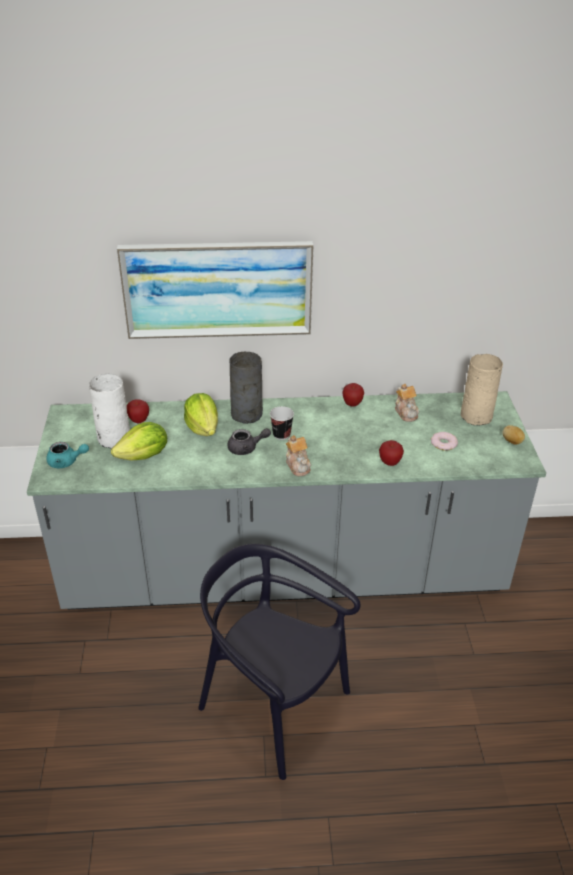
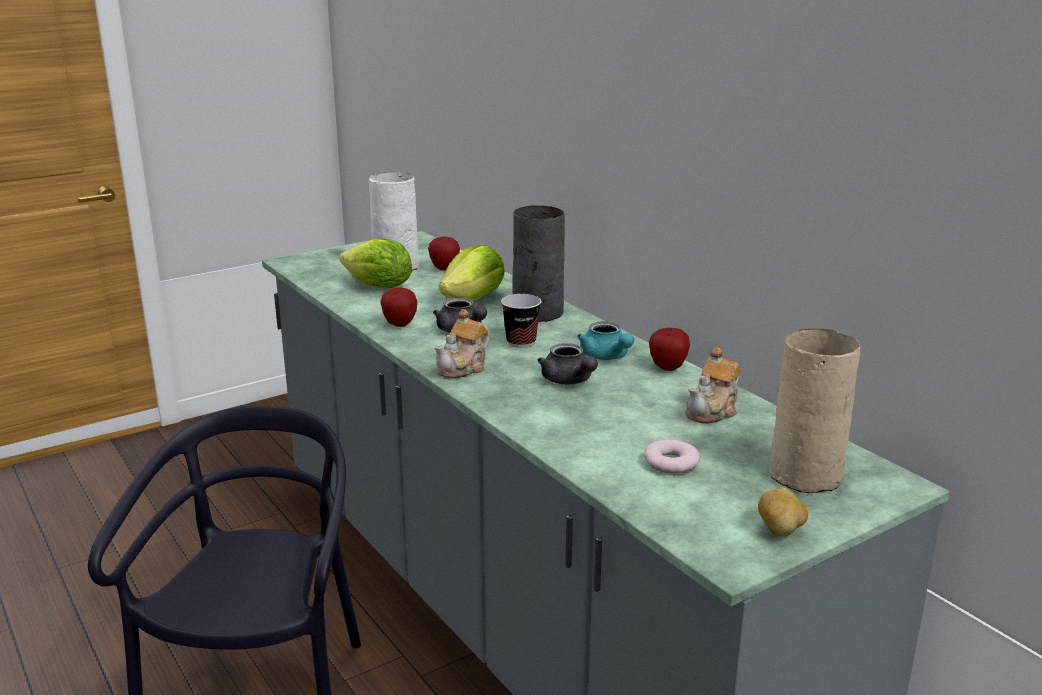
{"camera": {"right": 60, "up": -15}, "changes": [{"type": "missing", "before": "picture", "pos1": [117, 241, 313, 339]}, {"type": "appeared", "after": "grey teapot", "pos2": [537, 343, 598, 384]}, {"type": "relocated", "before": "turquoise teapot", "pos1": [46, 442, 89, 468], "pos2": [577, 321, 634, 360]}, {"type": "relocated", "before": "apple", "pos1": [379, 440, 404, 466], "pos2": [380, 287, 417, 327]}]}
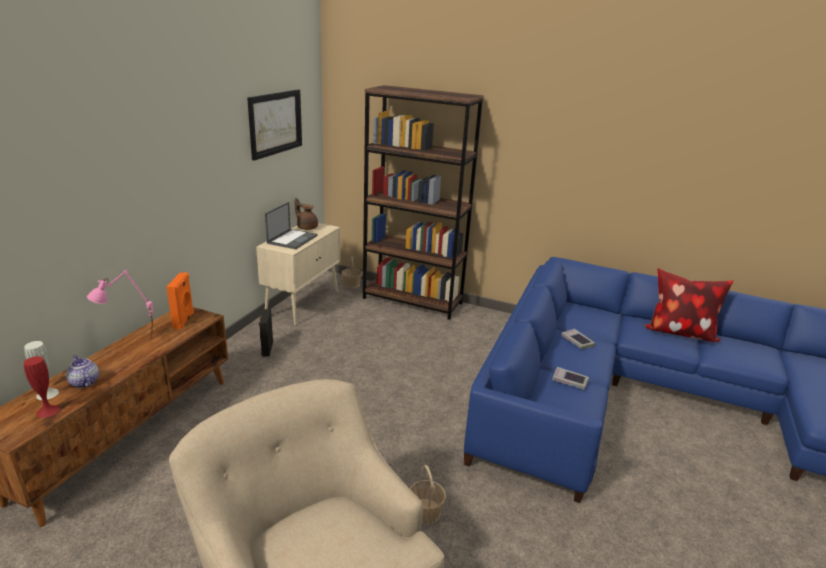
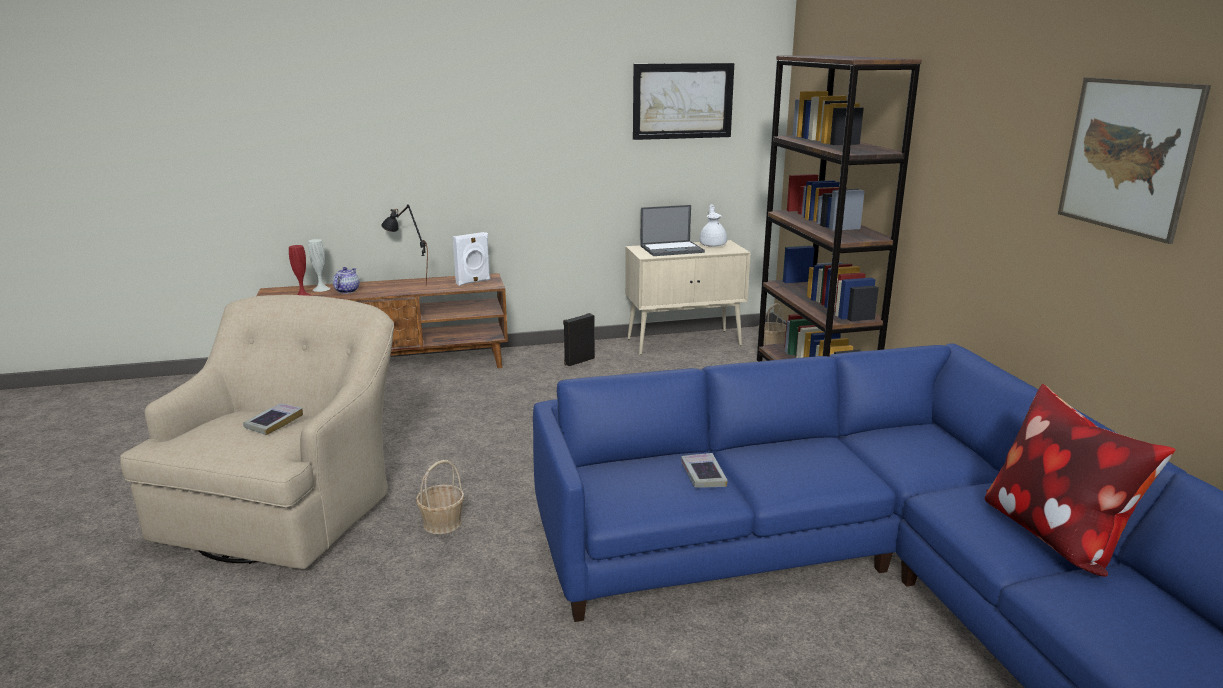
{"camera": {"right": 55, "up": -5}, "changes": [{"type": "appeared", "after": "picture", "pos2": [1058, 77, 1211, 244]}, {"type": "relocated", "before": "book", "pos1": [561, 329, 595, 349], "pos2": [243, 403, 303, 435]}, {"type": "colour", "before": "pink table lamp", "after": "black table lamp", "pos1": [87, 270, 153, 342], "pos2": [381, 204, 428, 285]}, {"type": "colour", "before": "orange speaker", "after": "white speaker", "pos1": [166, 272, 194, 329], "pos2": [453, 232, 490, 286]}, {"type": "colour", "before": "brown teapot", "after": "white teapot", "pos1": [295, 198, 318, 230], "pos2": [700, 204, 727, 247]}]}
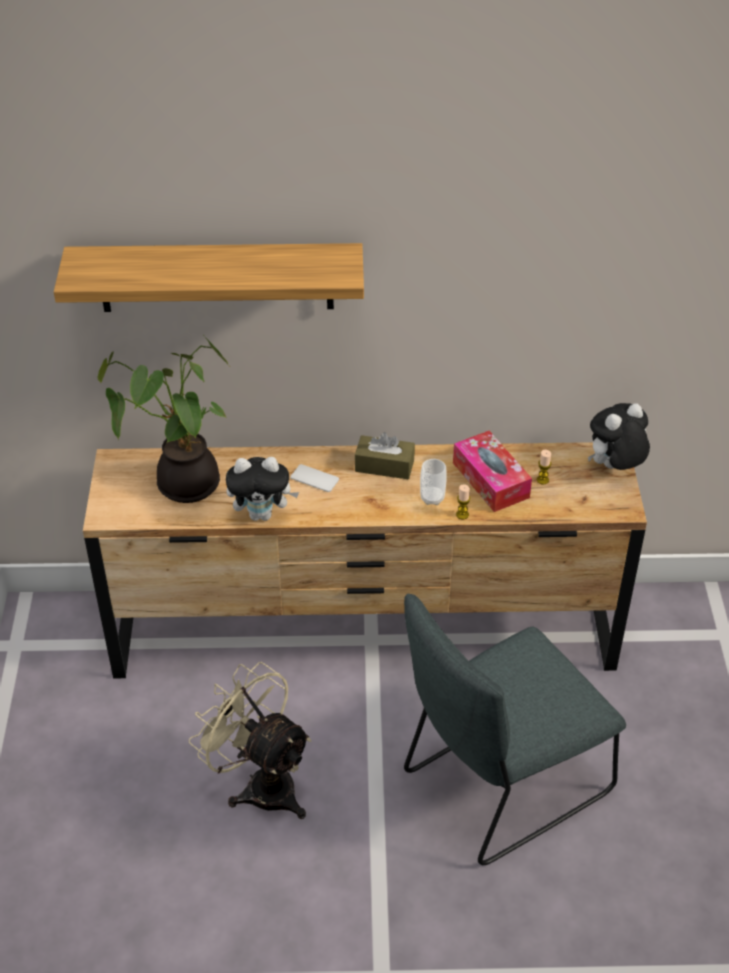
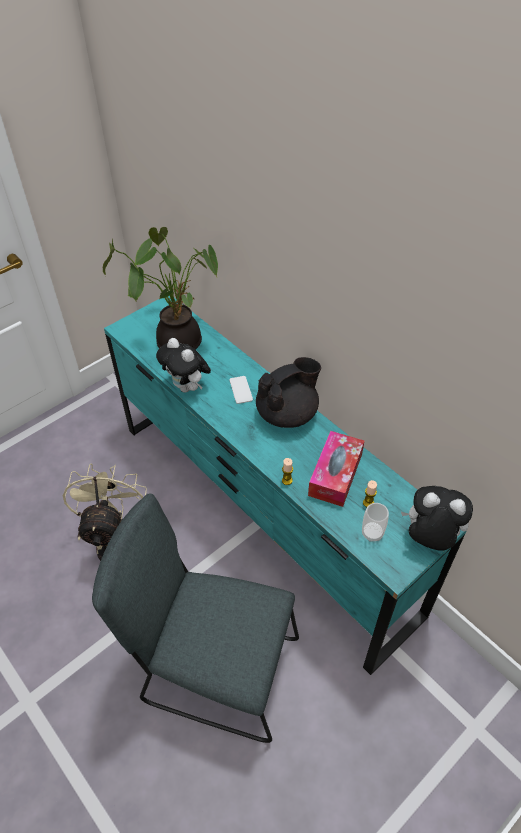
{"camera": {"right": 50, "up": 5}, "changes": [{"type": "missing", "before": "shelf", "pos1": [54, 243, 364, 312]}, {"type": "relocated", "before": "cup", "pos1": [420, 459, 447, 505], "pos2": [362, 503, 389, 542]}, {"type": "exchanged", "before": "brown tissue box", "after": "black teapot", "pos1": [355, 432, 415, 480], "pos2": [256, 357, 321, 428]}, {"type": "colour", "before": "brown dresser", "after": "turquoise dresser", "pos1": [83, 442, 647, 679], "pos2": [104, 295, 466, 675]}]}
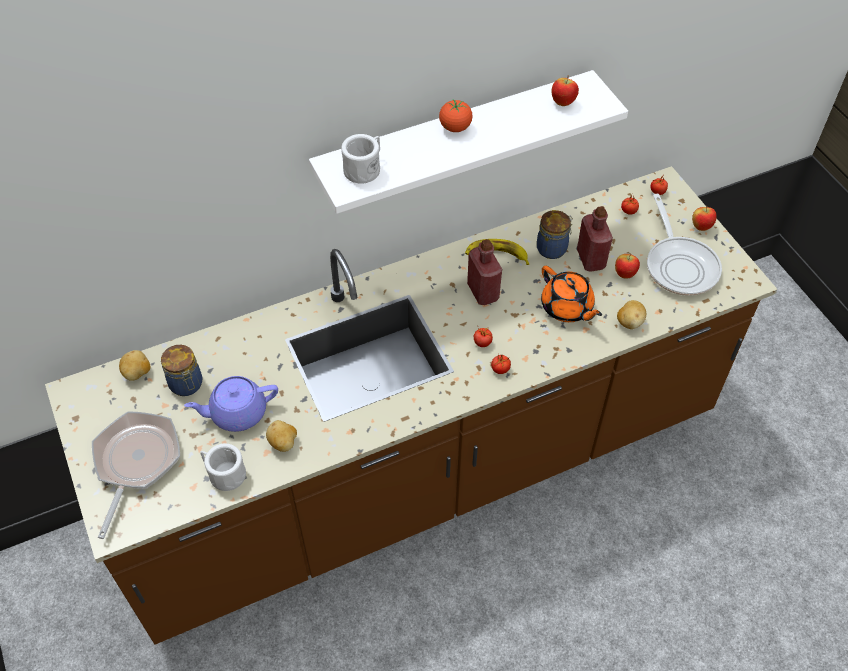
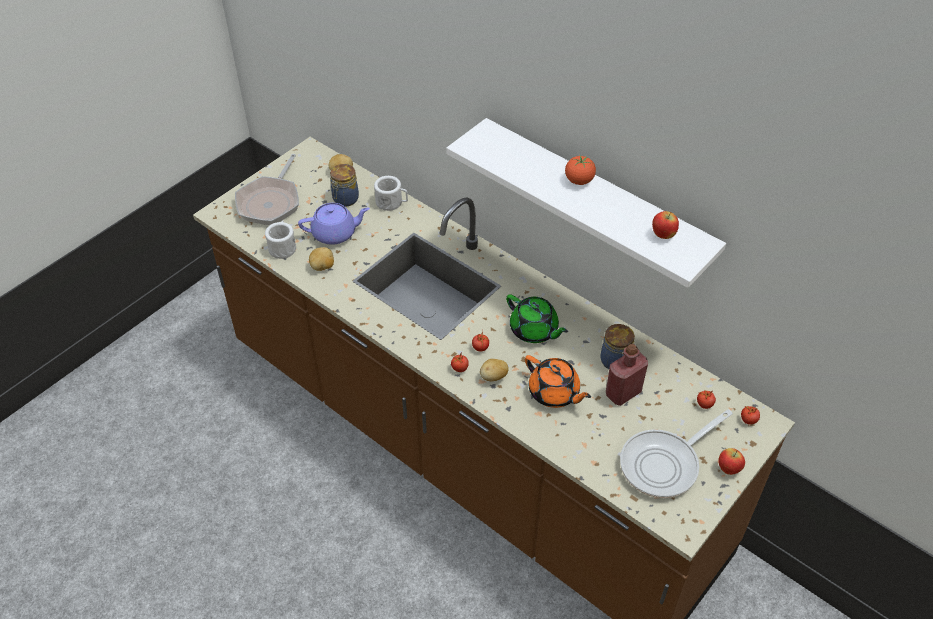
{"camera": {"right": 65, "up": -5}, "changes": [{"type": "missing", "before": "banana", "pos1": [465, 239, 529, 265]}, {"type": "missing", "before": "apple", "pos1": [615, 253, 640, 279]}, {"type": "relocated", "before": "white mug", "pos1": [341, 134, 380, 184], "pos2": [374, 176, 408, 211]}, {"type": "relocated", "before": "potato", "pos1": [617, 300, 646, 329], "pos2": [480, 359, 509, 381]}, {"type": "exchanged", "before": "red bottle", "after": "green teapot", "pos1": [467, 239, 502, 305], "pos2": [506, 294, 568, 343]}, {"type": "spun", "before": "frying pan", "pos1": [92, 411, 180, 539], "pos2": [235, 154, 299, 225], "turn": 120}, {"type": "spun", "before": "purple teapot", "pos1": [184, 376, 278, 432], "pos2": [298, 203, 370, 245], "turn": 120}, {"type": "spun", "before": "orange teapot", "pos1": [541, 266, 602, 322], "pos2": [525, 355, 591, 408], "turn": -75}]}
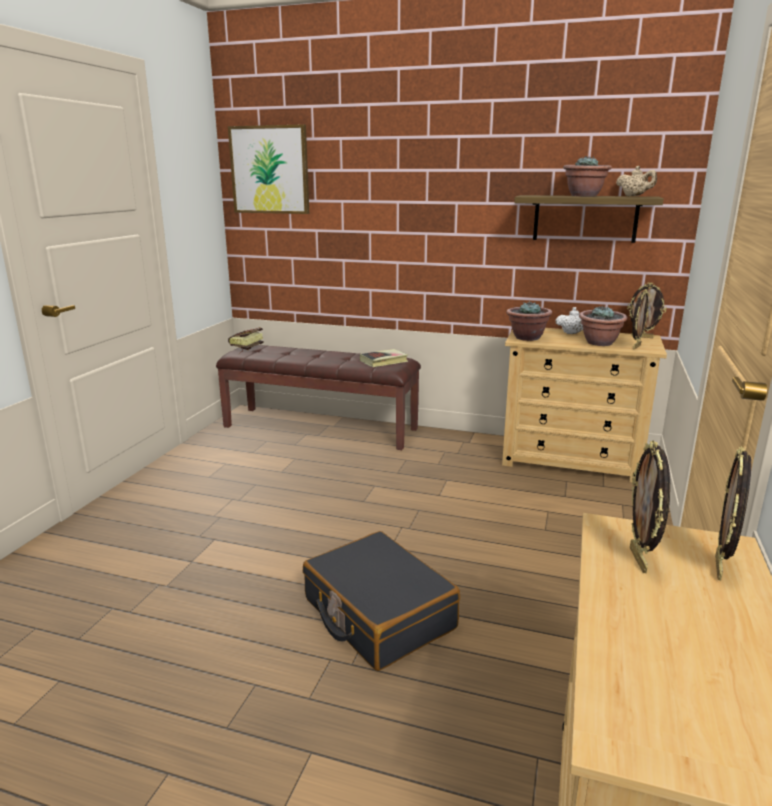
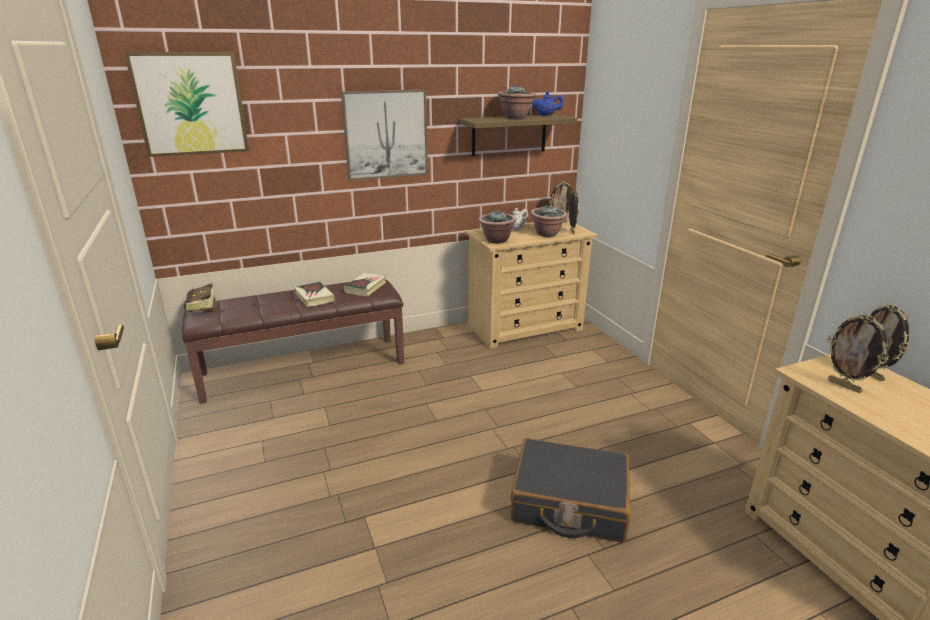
{"camera": {"right": -40, "up": 5}, "changes": [{"type": "appeared", "after": "book", "pos2": [294, 281, 335, 307]}, {"type": "appeared", "after": "picture", "pos2": [341, 90, 428, 181]}, {"type": "colour", "before": "beige teapot", "after": "blue teapot", "pos1": [616, 166, 657, 196], "pos2": [531, 91, 564, 116]}]}
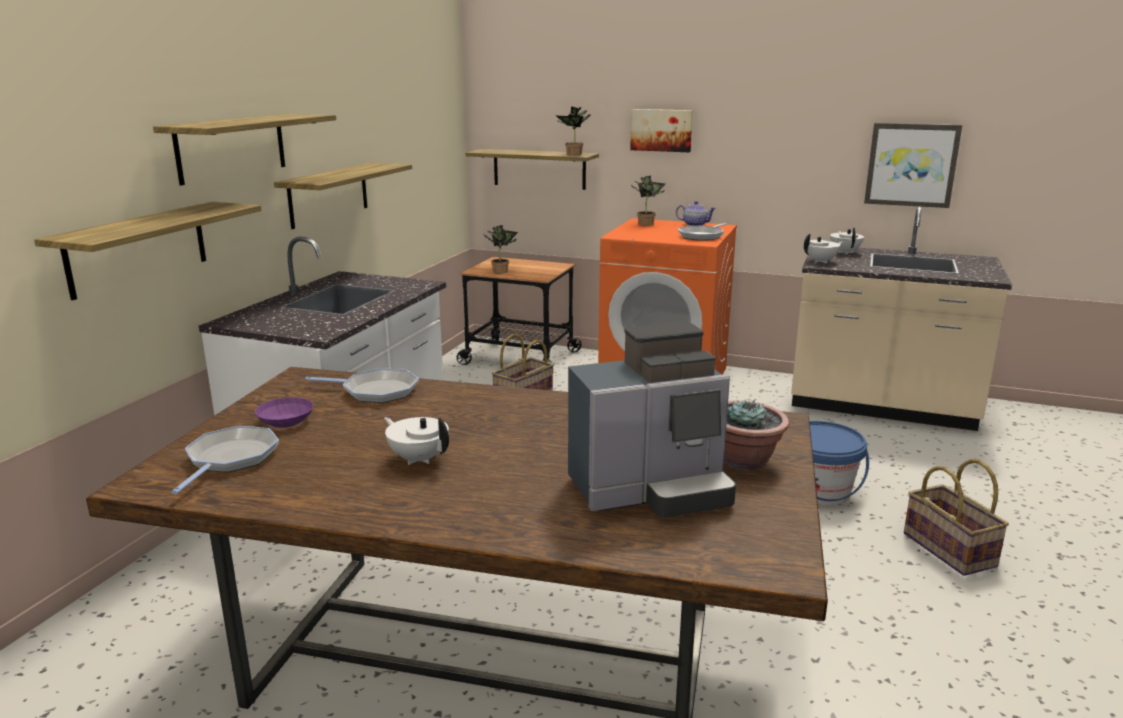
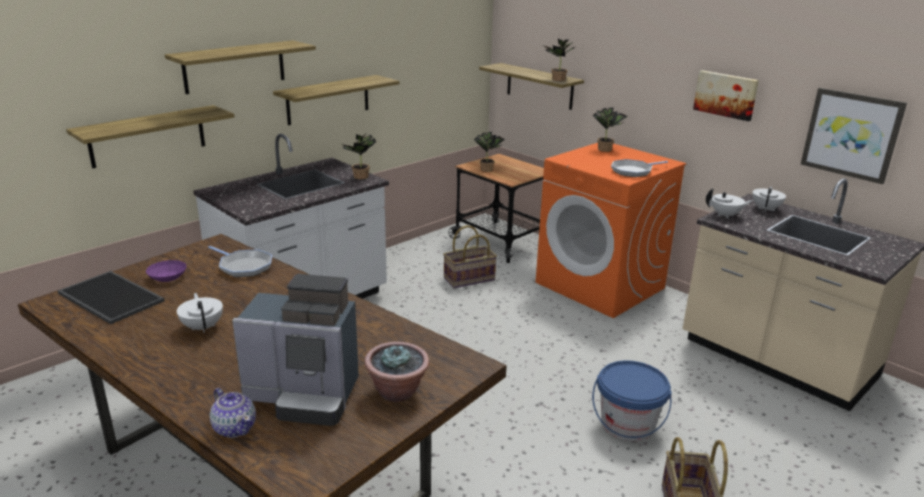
{"camera": {"right": 25, "up": 5}, "changes": [{"type": "appeared", "after": "potted plant", "pos2": [342, 134, 376, 179]}, {"type": "relocated", "before": "picture", "pos1": [630, 109, 693, 152], "pos2": [693, 70, 759, 121]}, {"type": "relocated", "before": "teapot", "pos1": [676, 201, 716, 226], "pos2": [210, 388, 256, 438]}, {"type": "exchanged", "before": "frying pan", "after": "tray", "pos1": [172, 426, 279, 494], "pos2": [58, 271, 165, 324]}]}
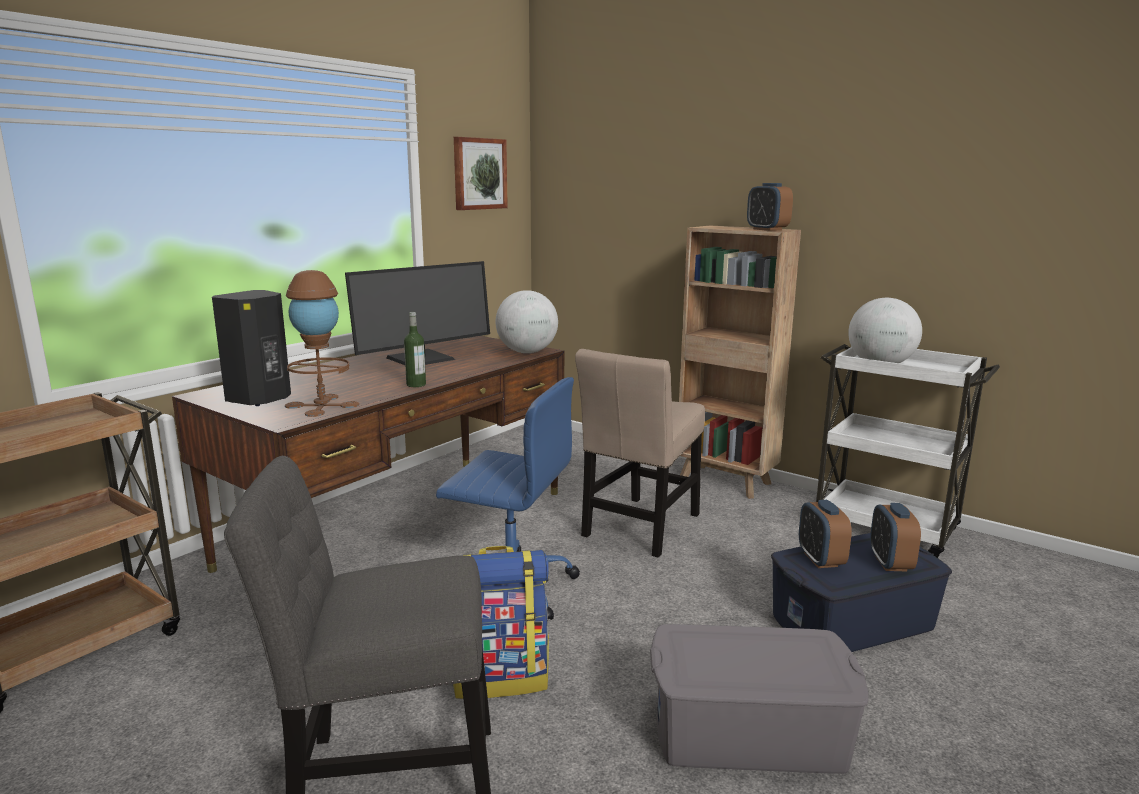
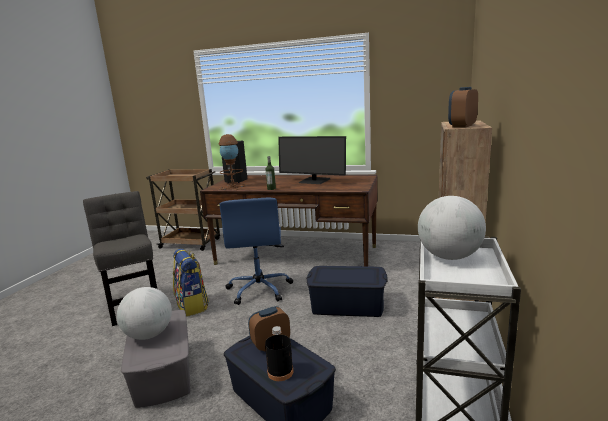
{"camera": {"right": 70, "up": 0}, "changes": [{"type": "missing", "before": "picture", "pos1": [454, 137, 508, 210]}, {"type": "relocated", "before": "globe", "pos1": [496, 290, 558, 353], "pos2": [117, 287, 172, 340]}, {"type": "exchanged", "before": "beige chair", "after": "blue storage box", "pos1": [575, 349, 705, 558], "pos2": [306, 266, 388, 317]}, {"type": "exchanged", "before": "alarm clock", "after": "black bottle", "pos1": [870, 503, 921, 572], "pos2": [265, 326, 293, 381]}]}
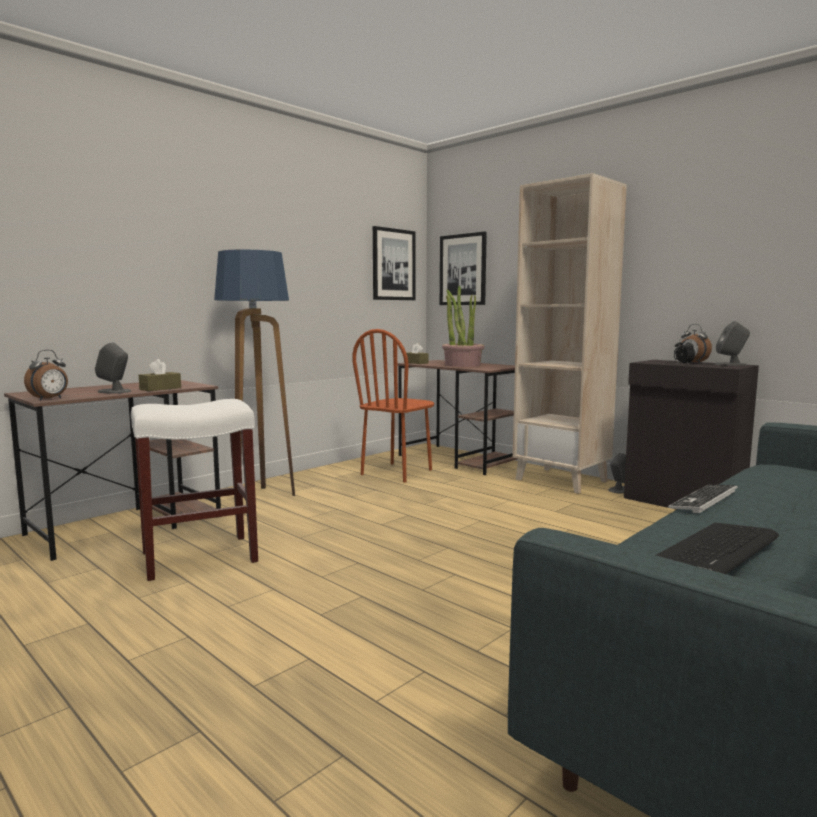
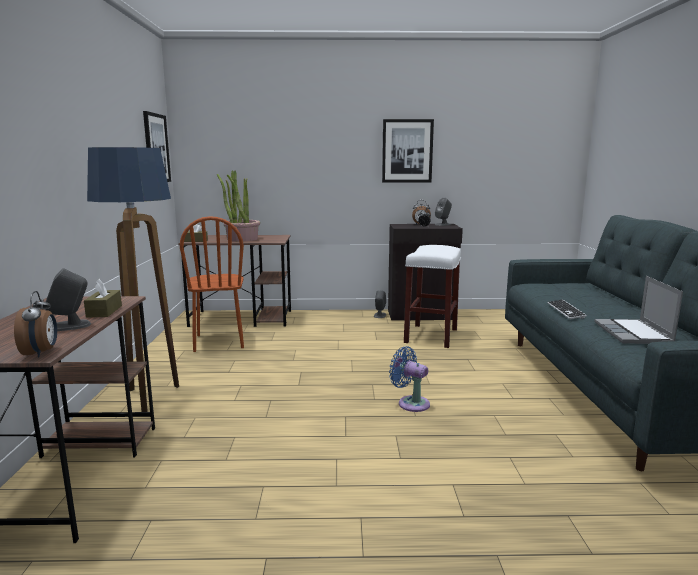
{"camera": {"right": -45, "up": 5}, "changes": [{"type": "missing", "before": "beige bookcase", "pos1": [513, 173, 627, 494]}, {"type": "appeared", "after": "blue fan", "pos2": [389, 346, 430, 412]}, {"type": "relocated", "before": "white stool", "pos1": [131, 399, 258, 581], "pos2": [404, 245, 461, 348]}, {"type": "relocated", "before": "picture", "pos1": [440, 231, 487, 305], "pos2": [382, 119, 434, 183]}, {"type": "exchanged", "before": "keyboard", "after": "laptop", "pos1": [656, 523, 779, 574], "pos2": [594, 276, 683, 344]}]}
